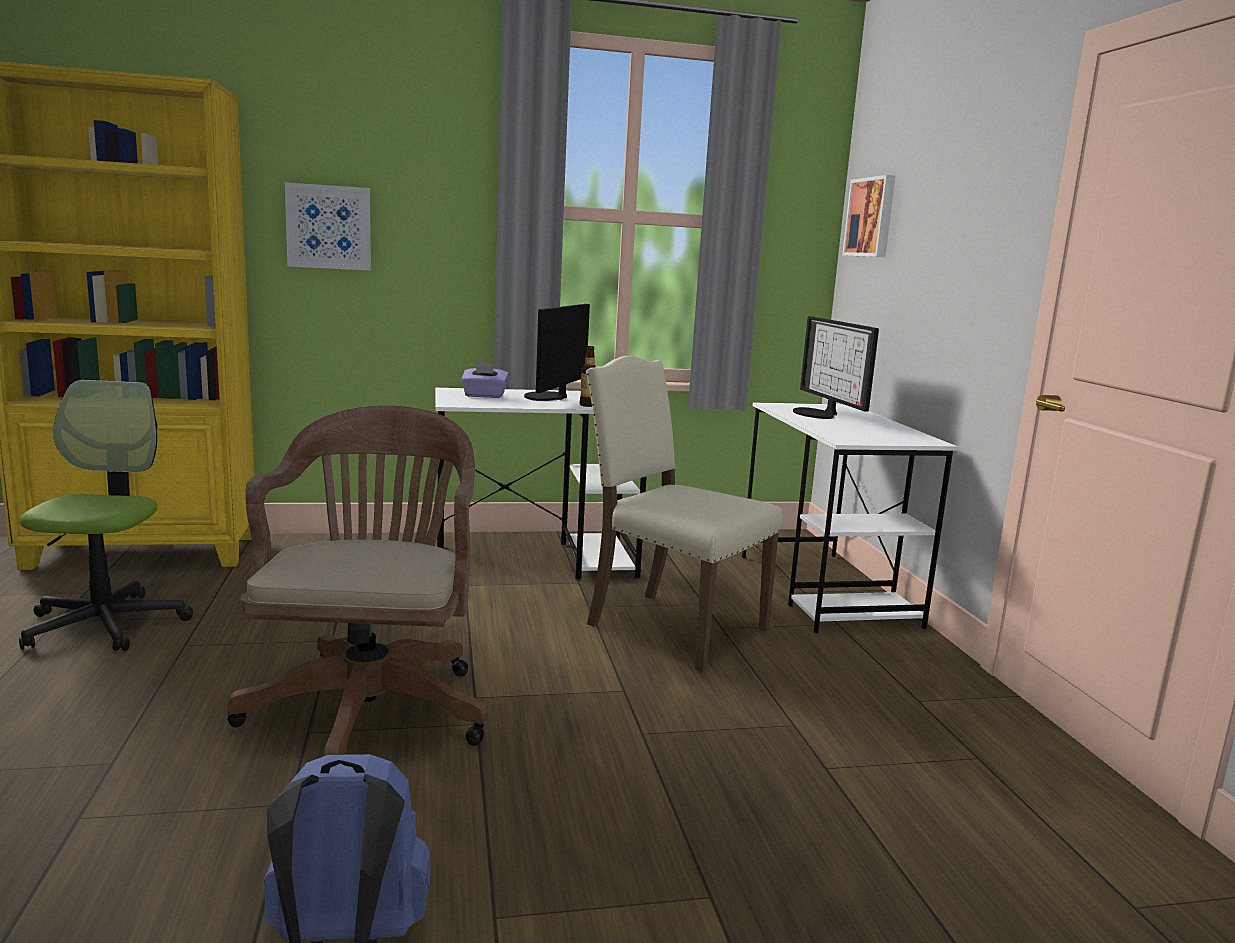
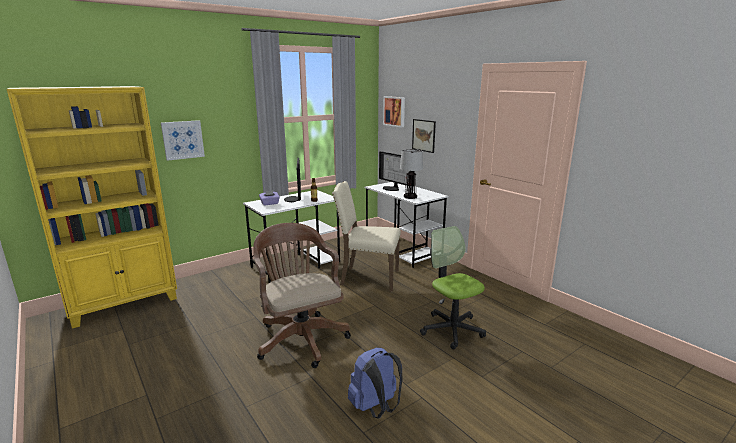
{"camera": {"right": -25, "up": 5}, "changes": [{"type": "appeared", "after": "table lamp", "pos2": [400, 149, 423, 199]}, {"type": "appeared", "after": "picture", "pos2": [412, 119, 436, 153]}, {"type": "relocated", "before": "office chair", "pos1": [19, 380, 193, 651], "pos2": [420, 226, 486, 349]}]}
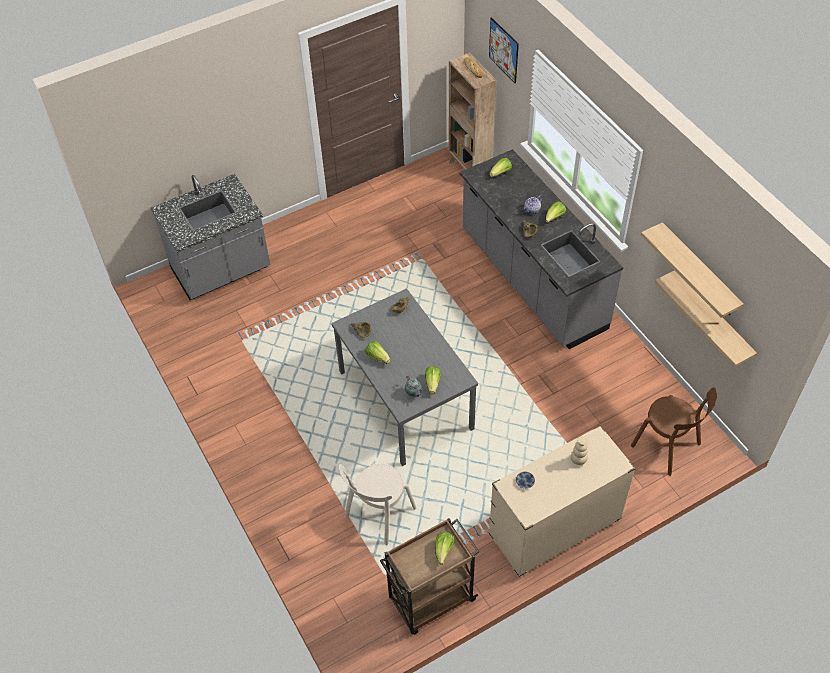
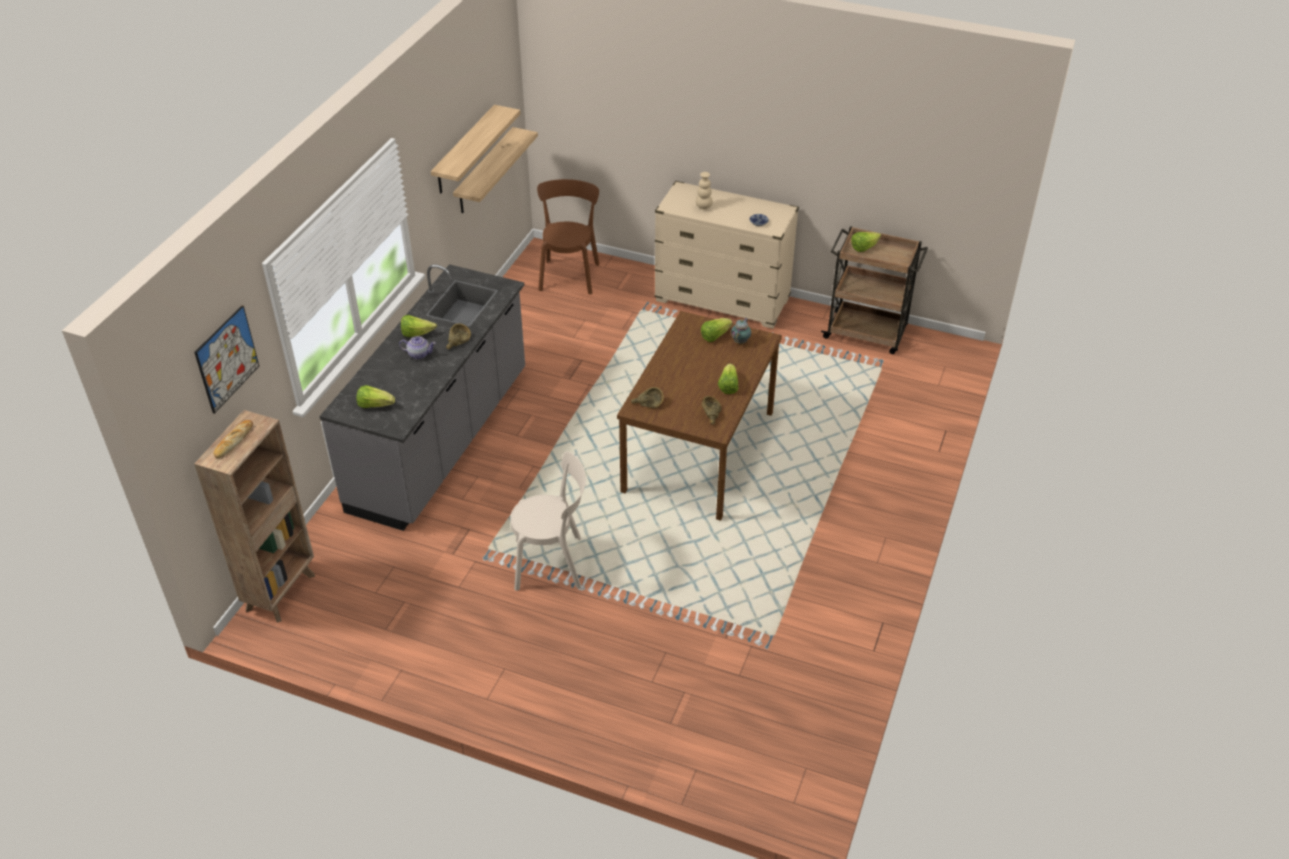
{"camera": {"right": -130, "up": -10}, "changes": [{"type": "missing", "before": "grey counter", "pos1": [151, 174, 271, 300]}, {"type": "relocated", "before": "beige chair", "pos1": [339, 463, 416, 545], "pos2": [510, 451, 586, 591]}, {"type": "colour", "before": "grey dining table", "after": "brown dining table", "pos1": [331, 288, 478, 466], "pos2": [617, 311, 782, 521]}]}
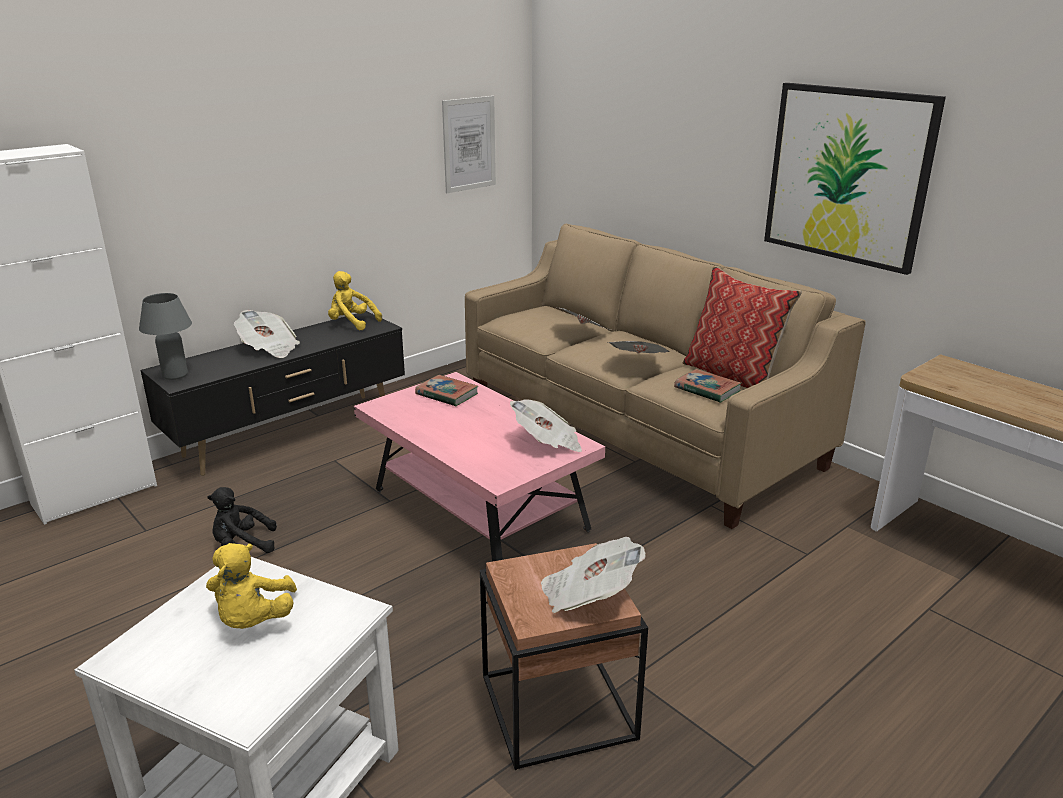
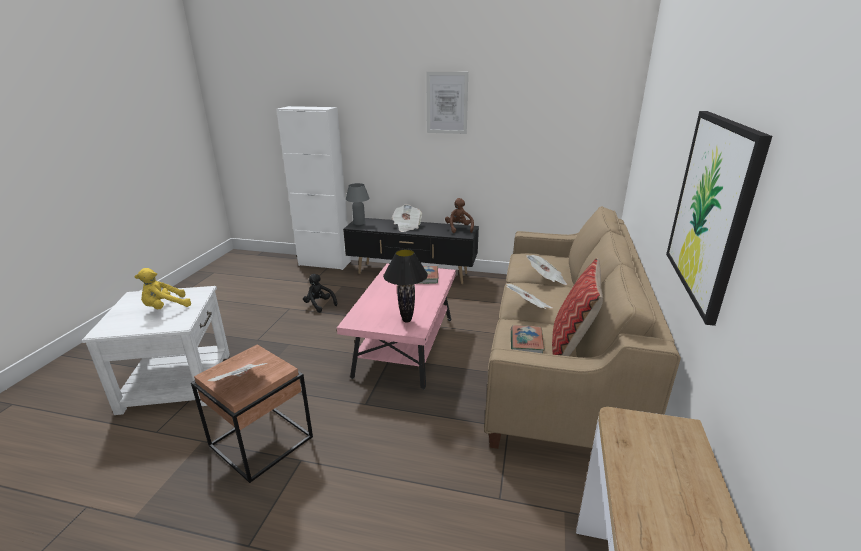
{"camera": {"right": 55, "up": 0}, "changes": [{"type": "relocated", "before": "picture", "pos1": [442, 96, 496, 193], "pos2": [426, 72, 468, 134]}, {"type": "exchanged", "before": "newspaper", "after": "black table lamp", "pos1": [510, 399, 582, 452], "pos2": [383, 249, 428, 322]}, {"type": "colour", "before": "yellow plush toy", "after": "brown plush toy", "pos1": [328, 271, 382, 331], "pos2": [445, 198, 474, 233]}]}
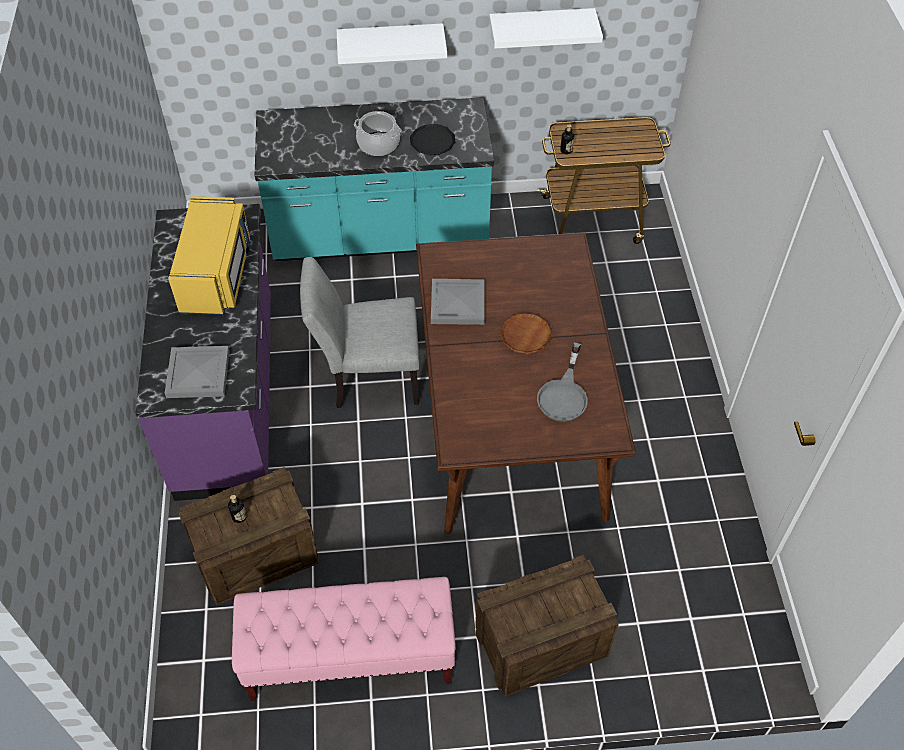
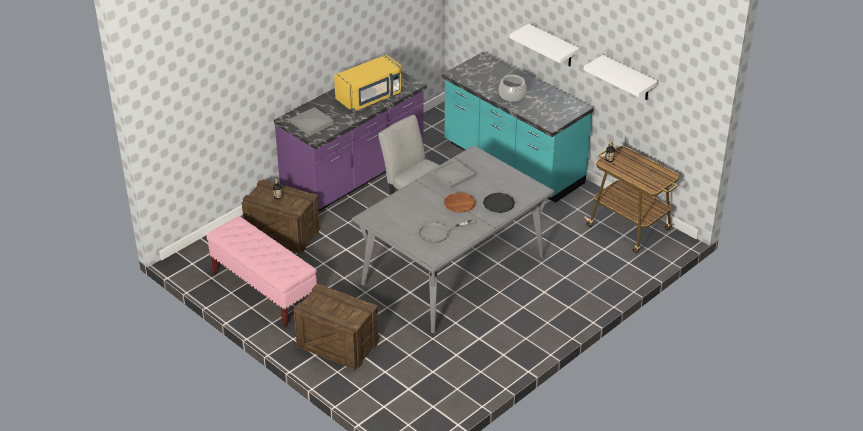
{"camera": {"right": 50, "up": -15}, "changes": [{"type": "relocated", "before": "black plate", "pos1": [410, 124, 455, 155], "pos2": [483, 193, 515, 213]}, {"type": "colour", "before": "brown dining table", "after": "grey dining table", "pos1": [416, 232, 636, 535], "pos2": [352, 145, 555, 333]}]}
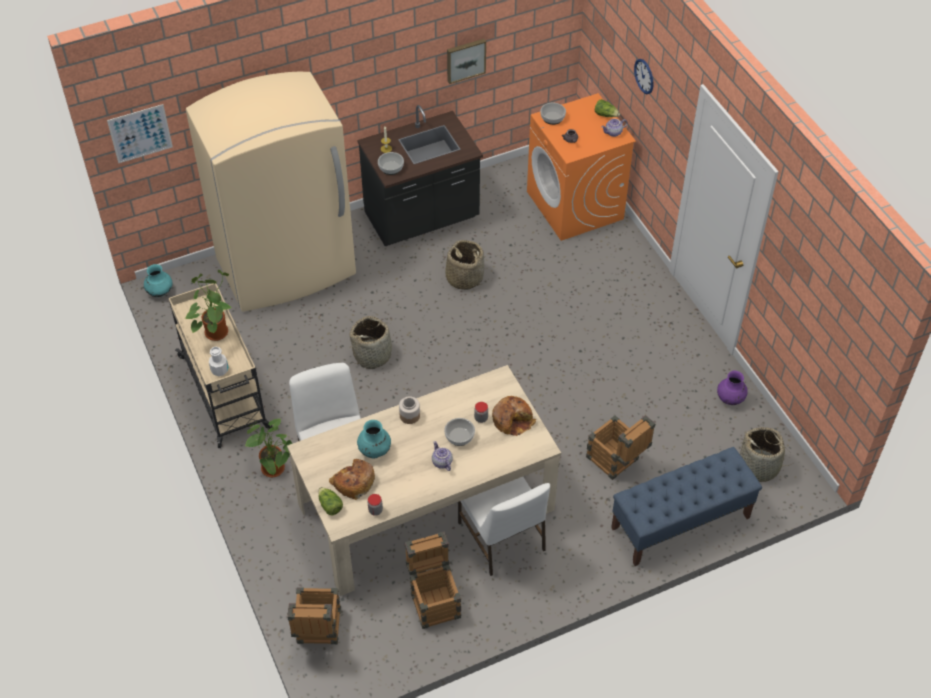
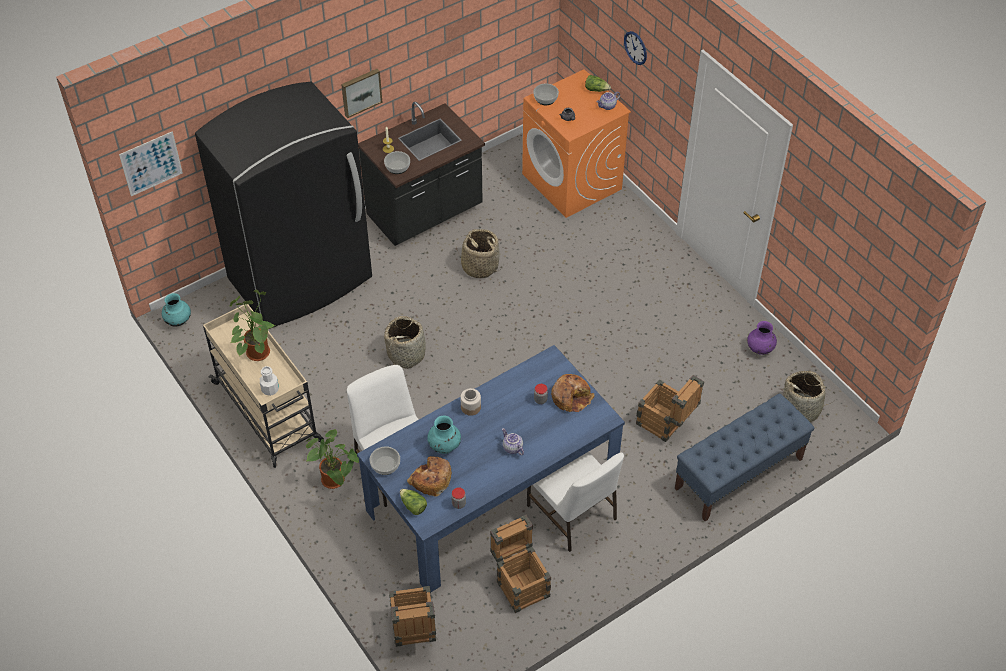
{"camera": {"right": -10, "up": 0}, "changes": [{"type": "relocated", "before": "bowl", "pos1": [444, 418, 475, 446], "pos2": [369, 446, 400, 475]}, {"type": "relocated", "before": "picture", "pos1": [447, 39, 486, 84], "pos2": [341, 69, 383, 118]}, {"type": "colour", "before": "beige fridge", "after": "black fridge", "pos1": [186, 72, 356, 312], "pos2": [195, 82, 372, 329]}, {"type": "colour", "before": "beige dining table", "after": "blue dining table", "pos1": [287, 365, 561, 596], "pos2": [357, 345, 625, 593]}]}
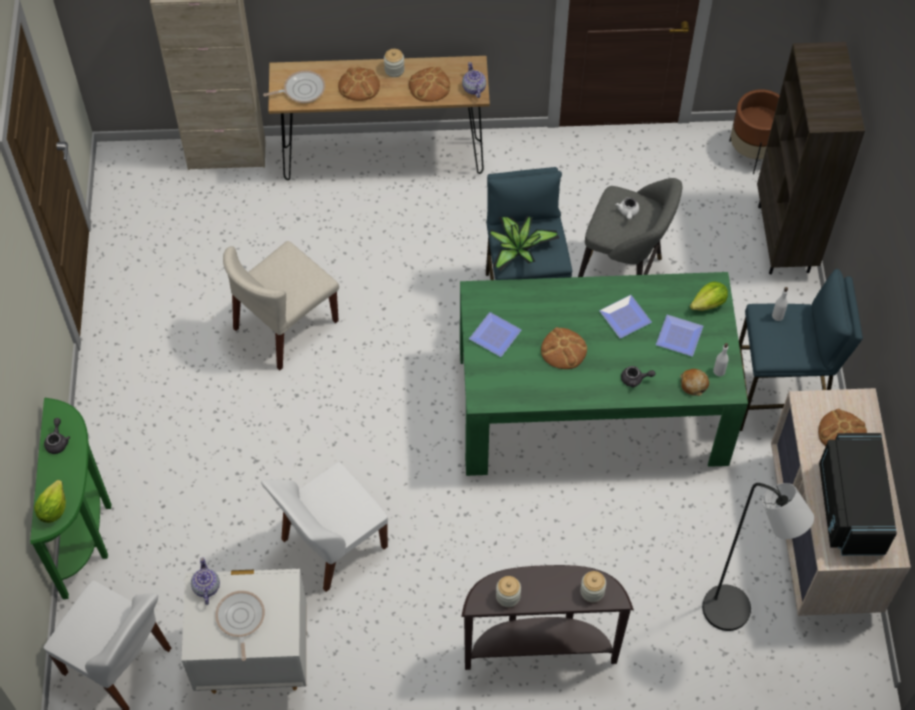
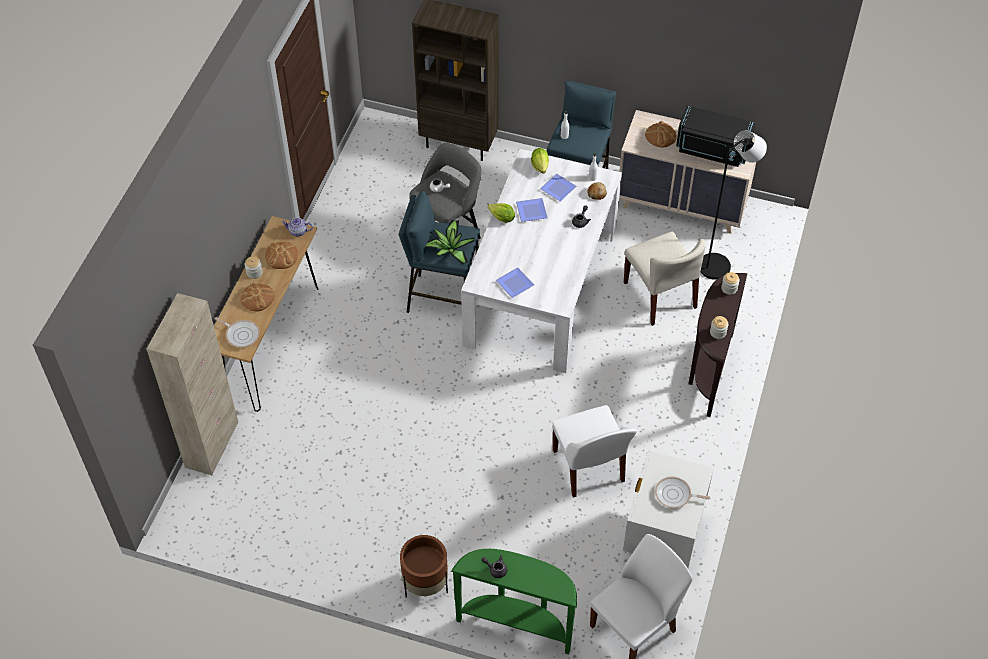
{"camera": {"right": -70, "up": -5}, "changes": [{"type": "missing", "before": "teapot", "pos1": [191, 557, 220, 605]}, {"type": "missing", "before": "bread", "pos1": [541, 327, 587, 369]}, {"type": "relocated", "before": "lettuce", "pos1": [34, 480, 66, 523], "pos2": [488, 203, 515, 223]}, {"type": "relocated", "before": "beige chair", "pos1": [223, 241, 339, 370], "pos2": [624, 232, 706, 326]}, {"type": "relocated", "before": "brown planter", "pos1": [729, 89, 780, 174], "pos2": [400, 535, 448, 597]}, {"type": "colour", "before": "green dining table", "after": "white dining table", "pos1": [460, 272, 748, 476], "pos2": [461, 149, 622, 373]}, {"type": "spun", "before": "frying pan", "pos1": [263, 70, 325, 103], "pos2": [215, 317, 260, 348], "turn": 120}]}
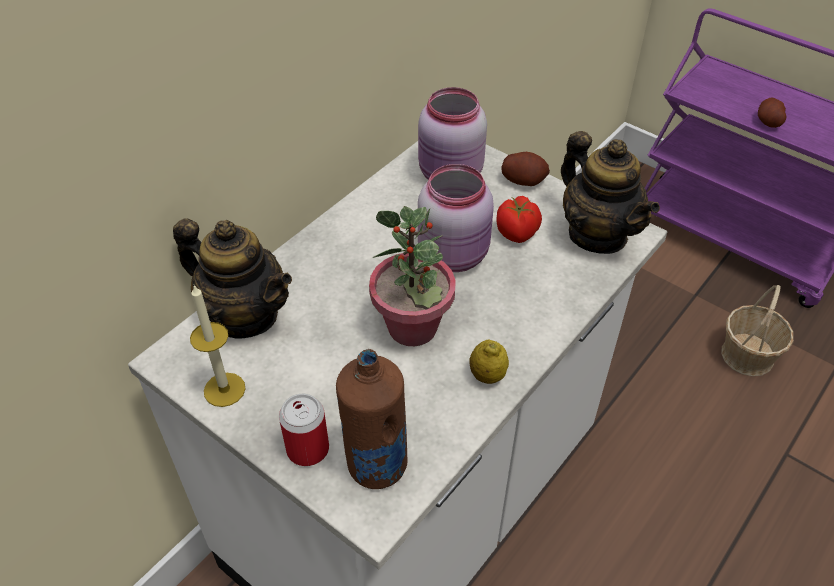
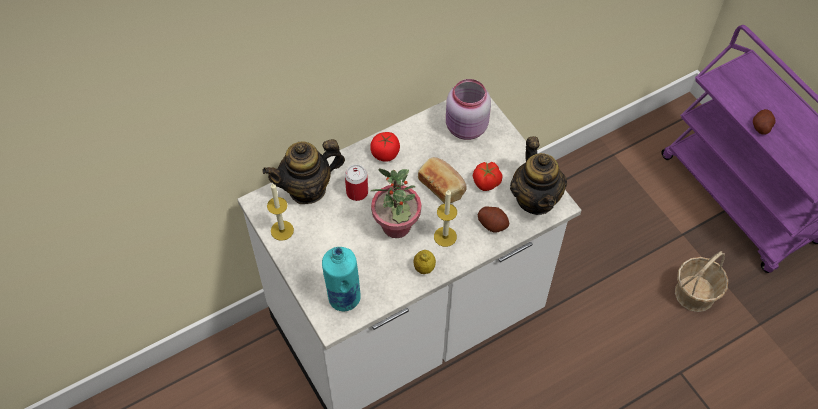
{"camera": {"right": 20, "up": 10}, "changes": [{"type": "appeared", "after": "tomato", "pos2": [370, 132, 400, 162]}, {"type": "appeared", "after": "candle", "pos2": [434, 190, 457, 247]}, {"type": "relocated", "before": "can", "pos1": [279, 394, 329, 466], "pos2": [345, 164, 368, 201]}, {"type": "relocated", "before": "potato", "pos1": [502, 152, 550, 186], "pos2": [478, 206, 509, 233]}, {"type": "exchanged", "before": "pink jar", "after": "bread", "pos1": [418, 164, 494, 272], "pos2": [418, 157, 467, 204]}, {"type": "colour", "before": "brown bottle", "after": "turquoise bottle", "pos1": [336, 349, 408, 489], "pos2": [322, 247, 361, 311]}, {"type": "spun", "before": "teapot", "pos1": [173, 218, 292, 339], "pos2": [262, 139, 345, 204], "turn": 105}]}
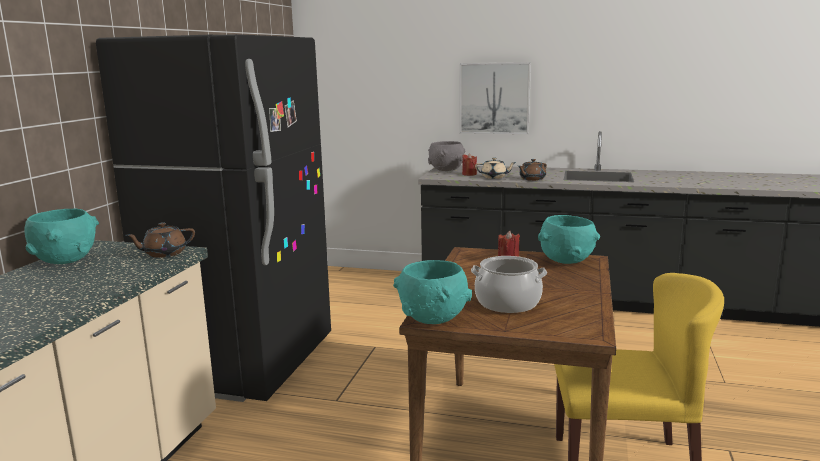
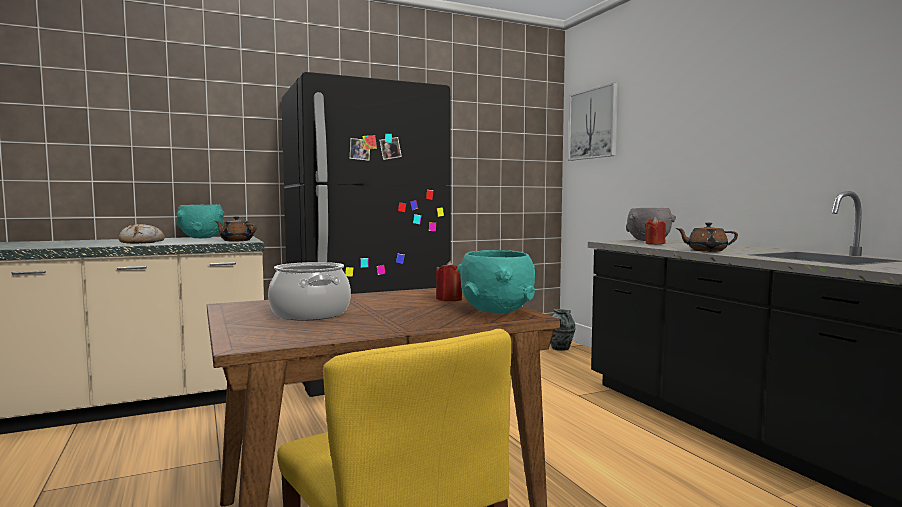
{"camera": {"right": 50, "up": -10}, "changes": [{"type": "missing", "before": "turquoise bowl", "pos1": [393, 260, 472, 324]}, {"type": "missing", "before": "beige teapot", "pos1": [475, 157, 516, 179]}, {"type": "appeared", "after": "bread", "pos2": [119, 224, 165, 244]}, {"type": "appeared", "after": "vase", "pos2": [551, 309, 576, 351]}, {"type": "relocated", "before": "picture", "pos1": [460, 62, 531, 134], "pos2": [568, 83, 618, 161]}]}
